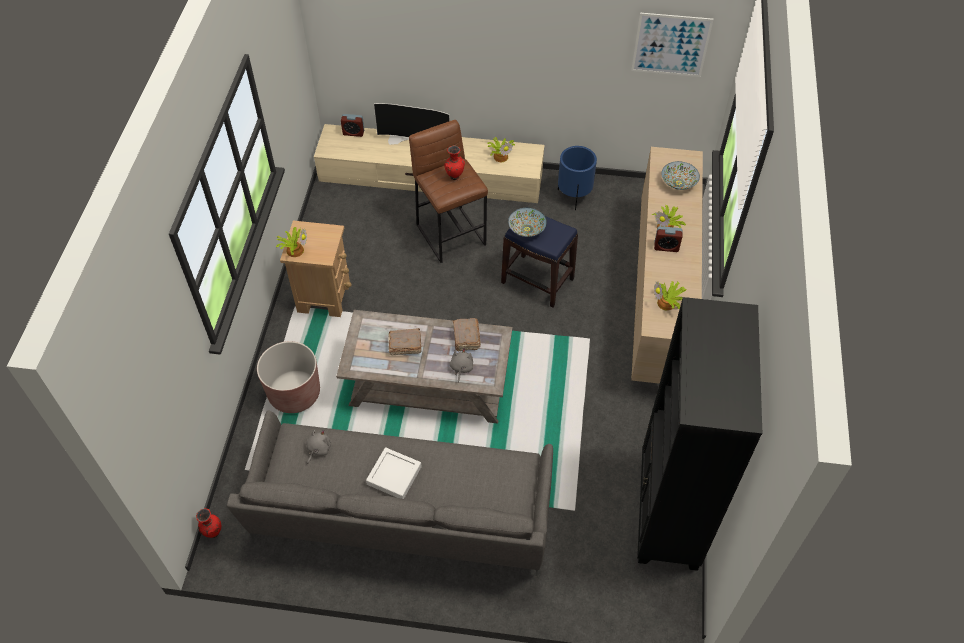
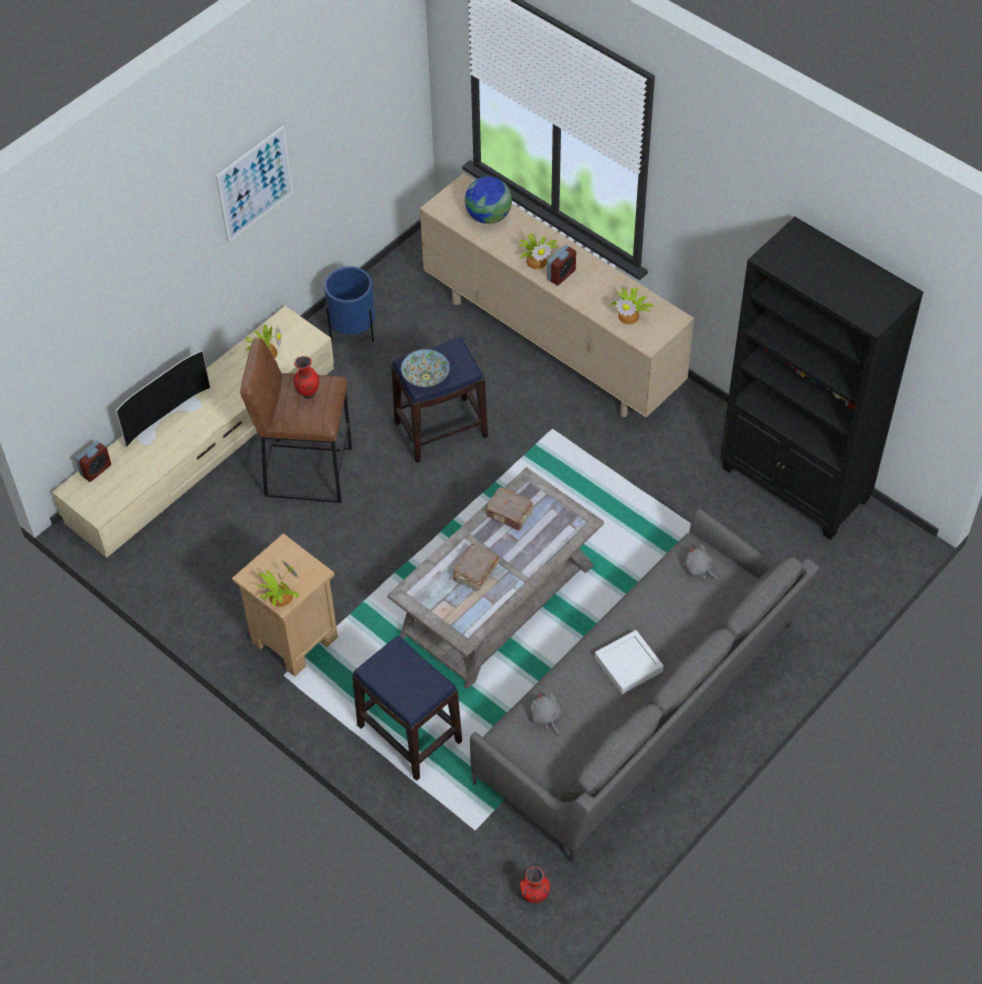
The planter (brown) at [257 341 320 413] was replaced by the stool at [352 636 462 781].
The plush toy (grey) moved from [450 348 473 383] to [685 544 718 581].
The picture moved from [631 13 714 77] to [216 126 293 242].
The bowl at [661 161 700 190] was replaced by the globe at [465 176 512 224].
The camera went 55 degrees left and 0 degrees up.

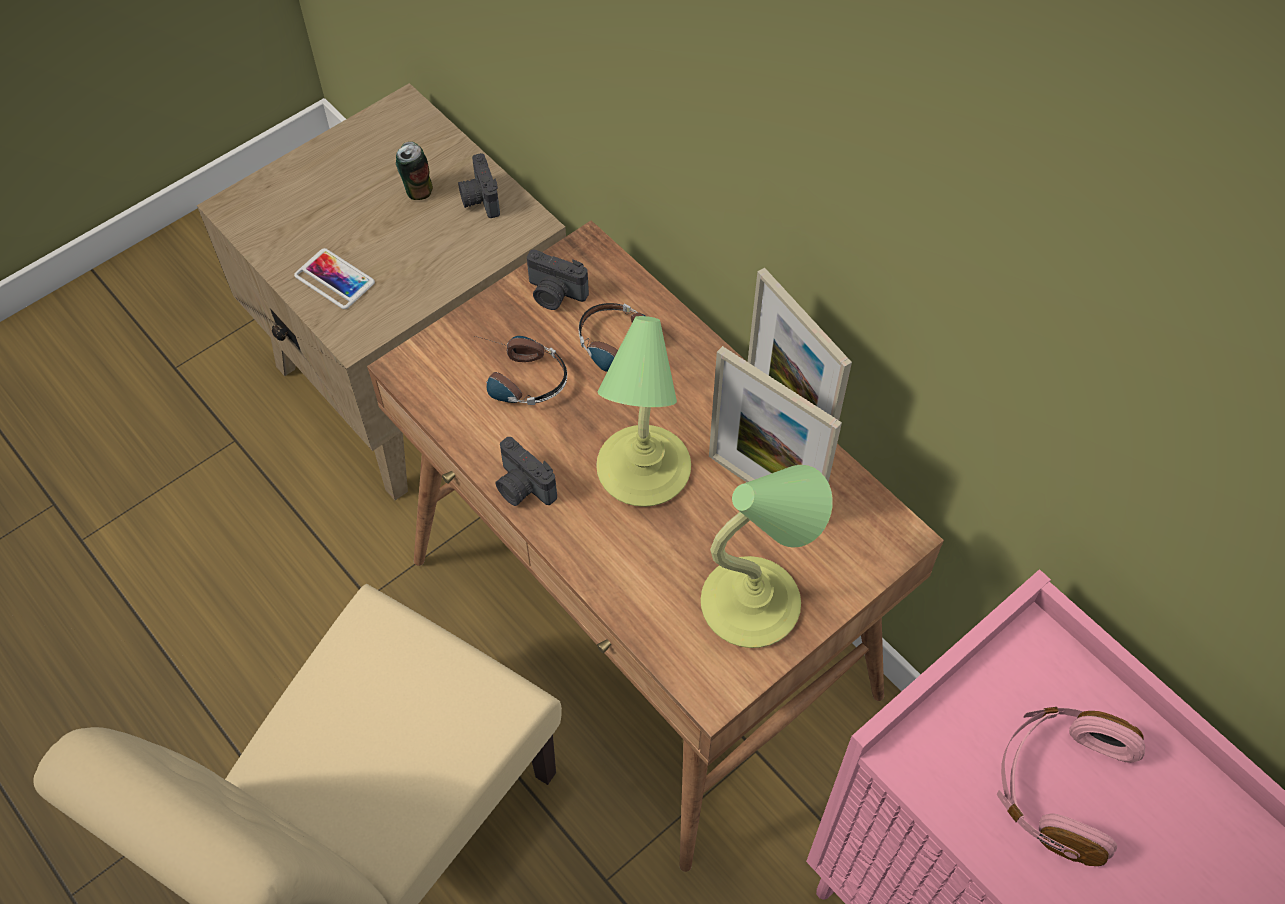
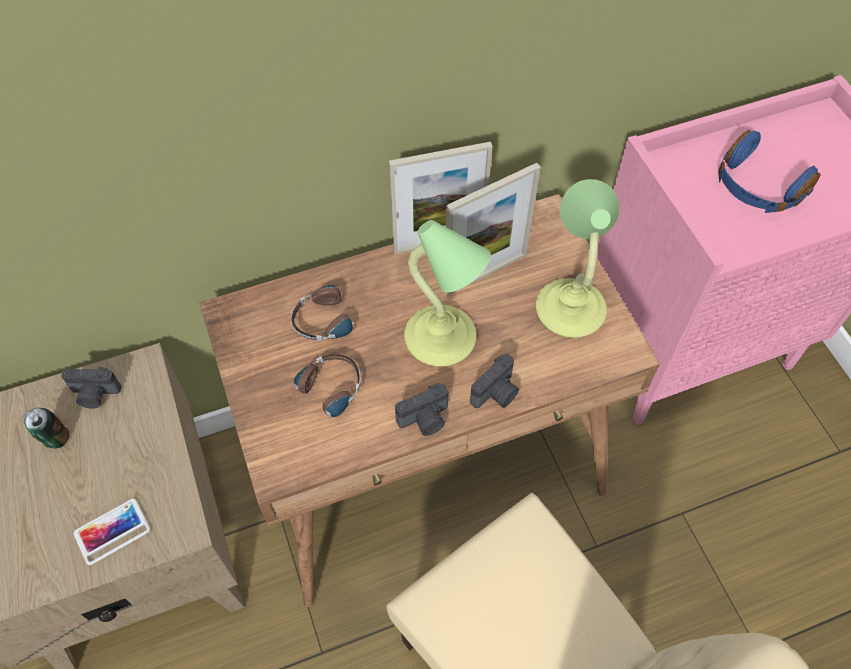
The photo camera moved from [527 249 589 310] to [470 354 519 408].
The headphones (pink) at [997 707 1145 866] became the headphones (blue) at [718 130 820 213].
The camera went 70 degrees left and 0 degrees up.

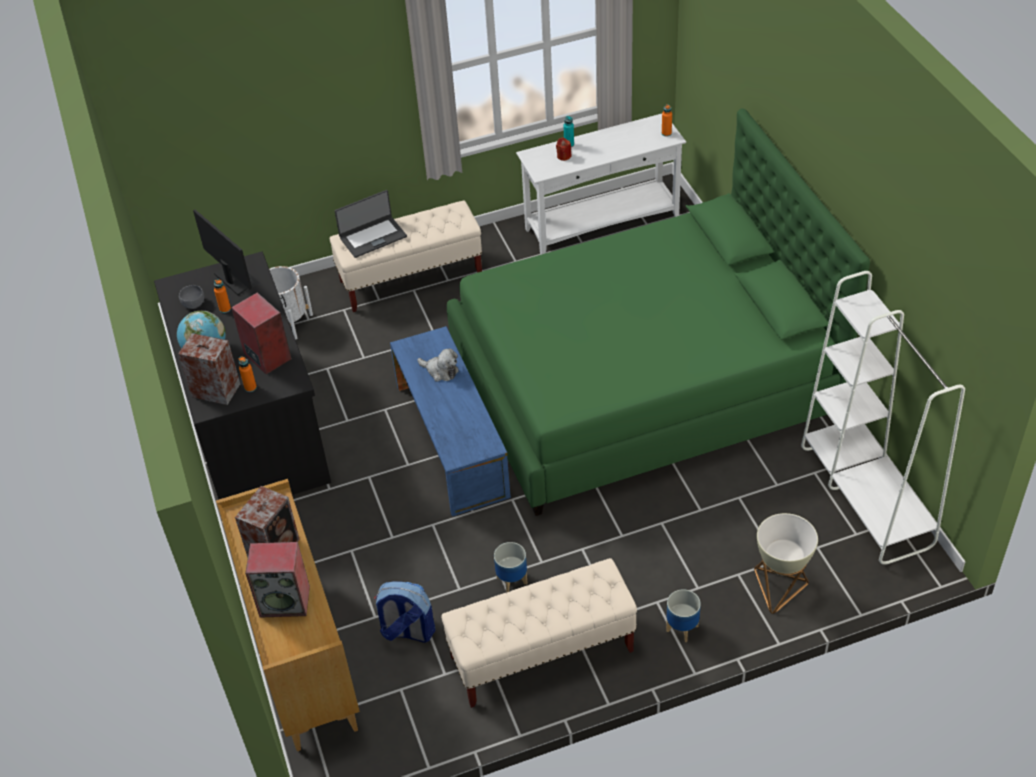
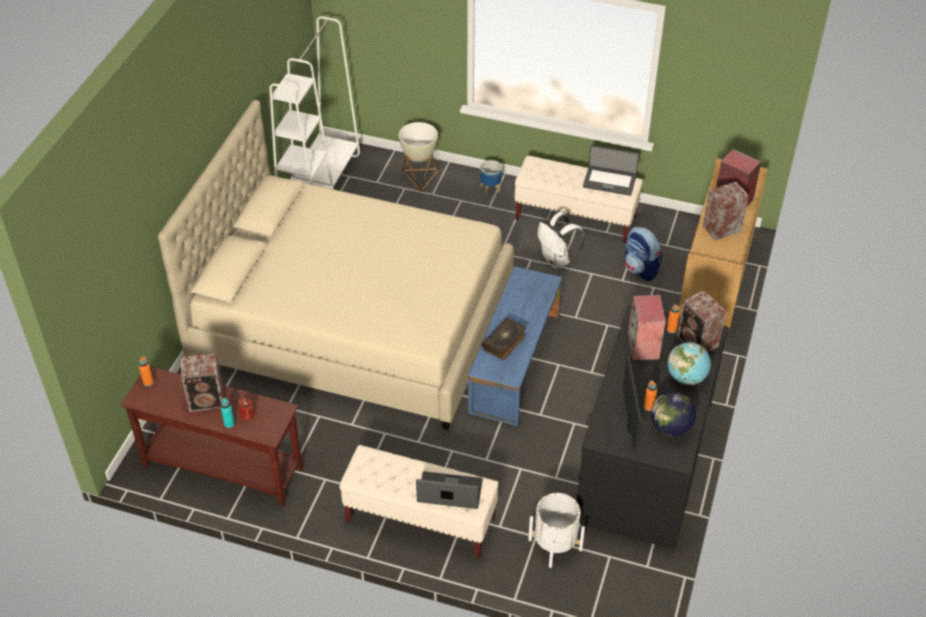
The bowl (grey) at [179 285 204 309] was replaced by the globe at [651 392 696 437].
The plush toy at [417 348 459 382] was replaced by the book at [481 318 526 360].
The bed (green) at [447 109 870 516] became the bed (beige) at [158 100 514 430].
The planter at [494 542 527 593] was replaced by the backpack (white) at [537 212 585 269].
The console table (white) at [516 114 686 255] became the console table (brown) at [121 367 303 507].
The speaker at [181 353 224 412] appeared.
The laptop at [583 145 639 196] appeared.
The camera went 145 degrees left and 0 degrees up.

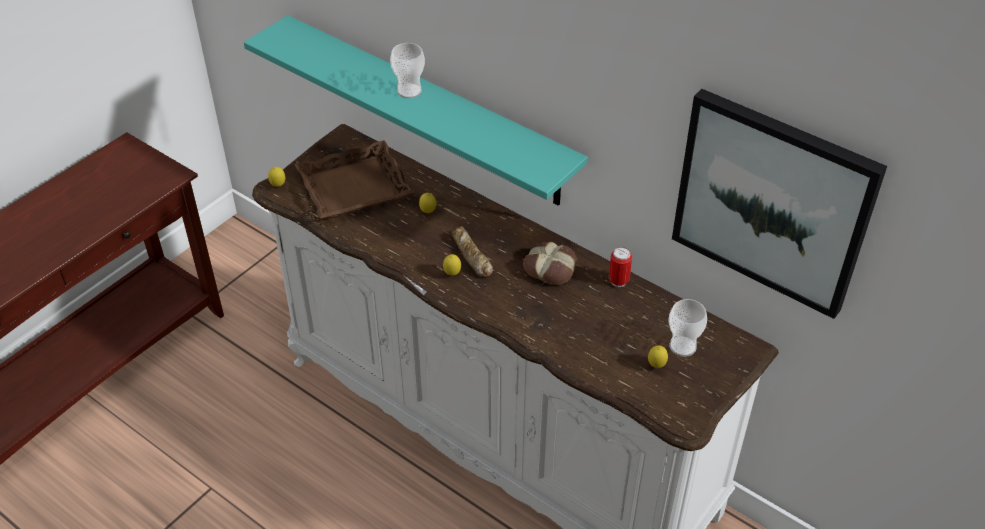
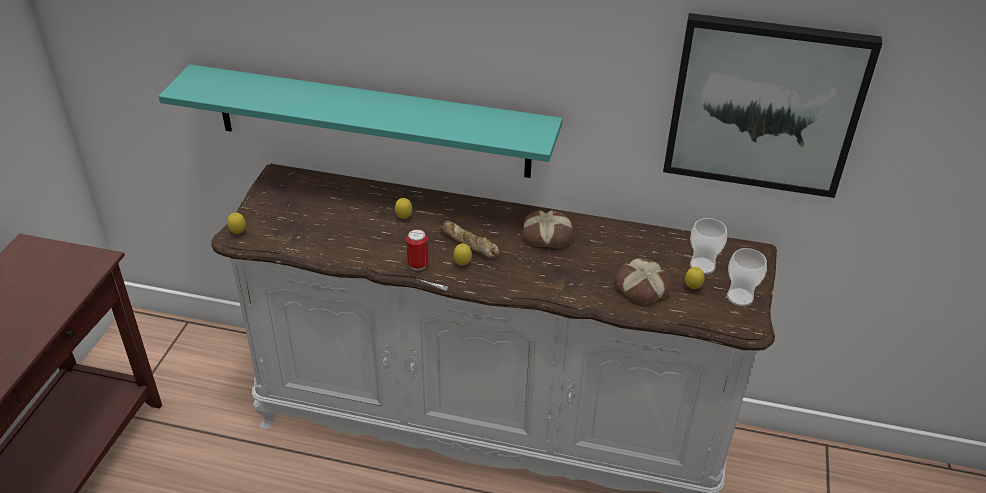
The tray (brown) at [295 140 415 219] disappeared.
The cup moved from [390 43 425 98] to [727 248 767 306].
The can moved from [609 247 632 287] to [406 229 428 271].
The bread at [615 258 672 304] appeared.
The camera went 25 degrees left and 5 degrees down.

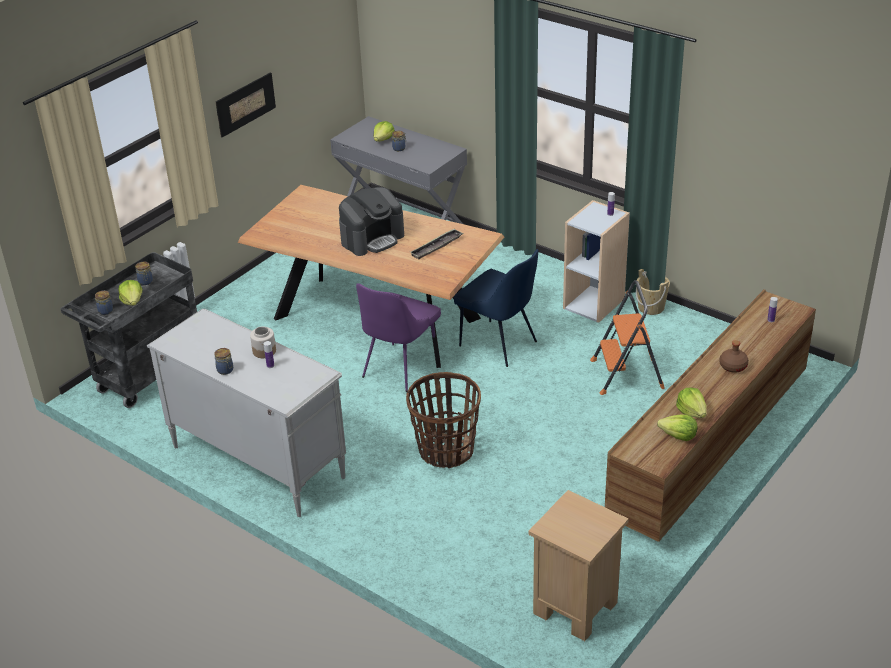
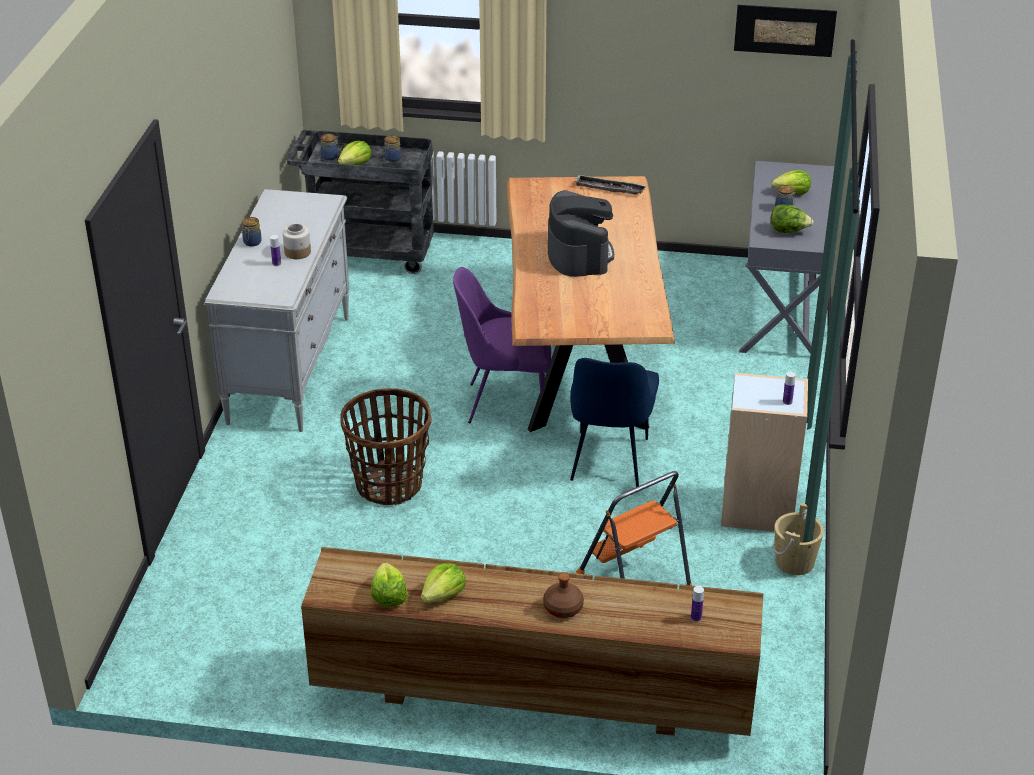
The picture moved from [216 73 276 137] to [734 5 837 57].
The coffee machine at [339 187 404 256] turned 120 degrees counterclockwise.
The tray moved from [410 229 463 259] to [574 175 646 195].
The nightstand (beige) at [528 490 629 641] disappeared.
The lettuce at [771 204 814 233] appeared.
The camera went 60 degrees right and 0 degrees up.

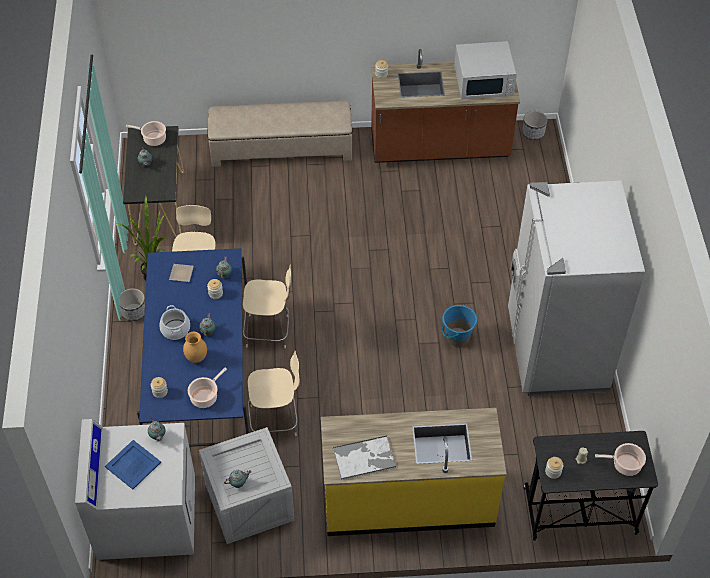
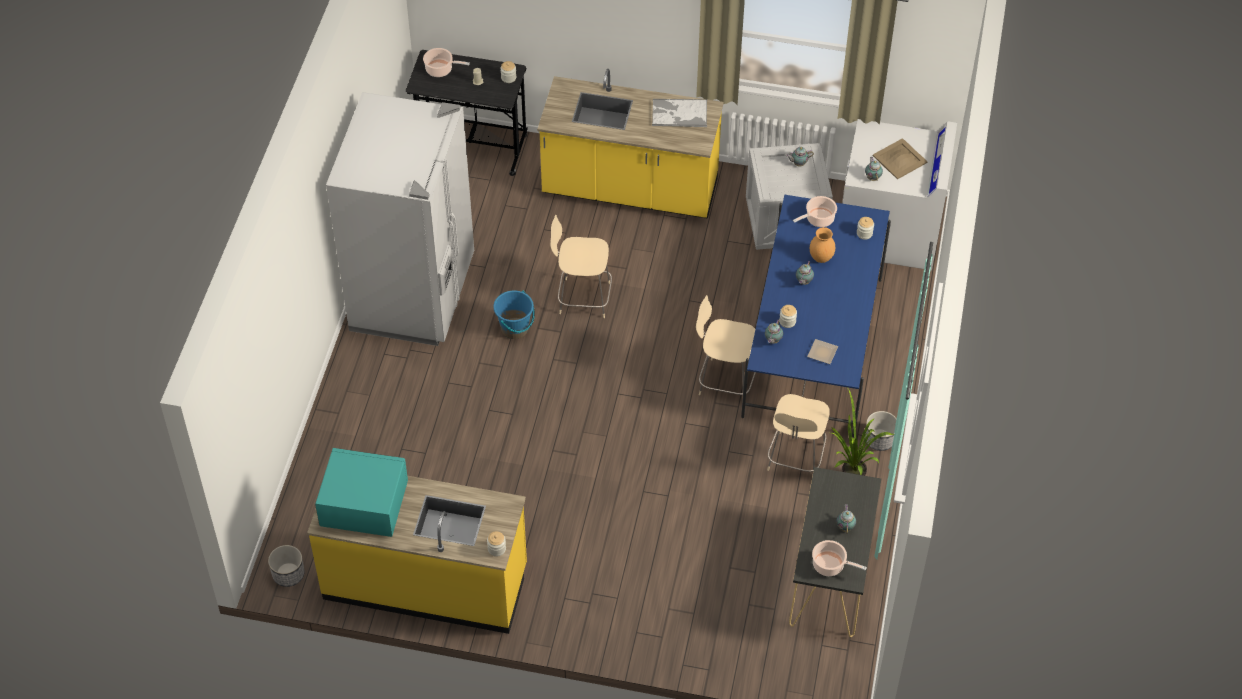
The tray (blue) at [105 440 161 489] became the tray (beige) at [873 138 928 179].
The cooking pot at [159 305 190 340] disappeared.
The bench (beige) at [208 101 352 167] disappeared.
The chair (beige) moved from [248 351 300 436] to [550 215 612 318].
The counter (brown) at [371 49 520 163] became the counter (yellow) at [307 476 527 634].
The microwave (white) at [454 41 517 99] became the microwave (turquoise) at [315 448 408 537].
The camera went 165 degrees left and 0 degrees up.

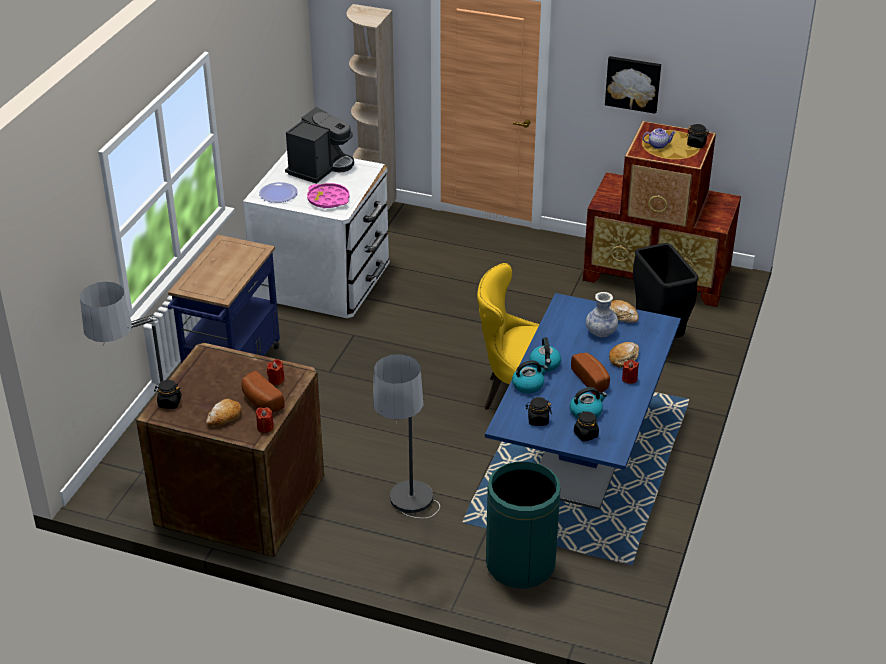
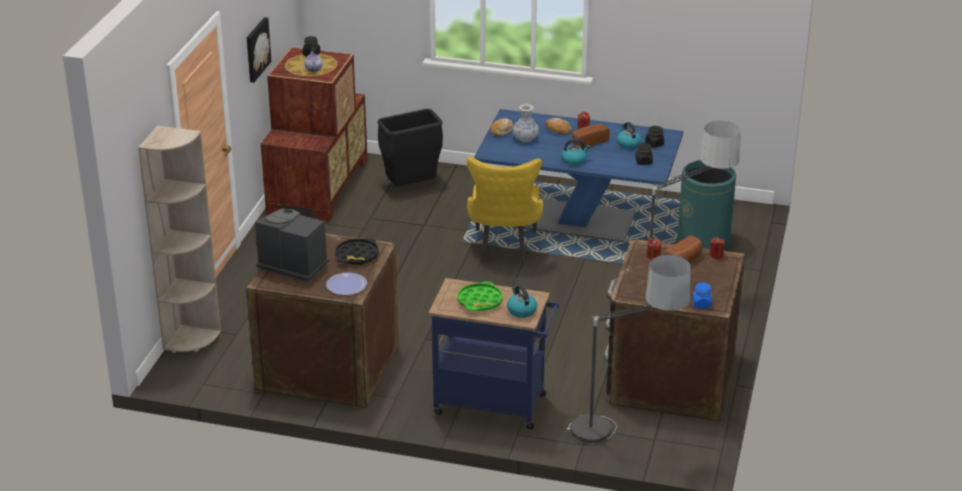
The jar (black) at [154 380 182 409] became the jar (blue) at [692 282 712 308].
The bread at [206 399 241 426] disappeared.
The dresser (white) at [243 151 390 318] became the dresser (brown) at [246 233 399 408].
The tray (pink) at [307 183 350 208] became the tray (black) at [335 238 379 265].
The kettle moved from [512 360 548 394] to [507 285 537 318].
The tray (green) at [458 281 503 311] appeared.
The camera went 95 degrees left and 5 degrees down.

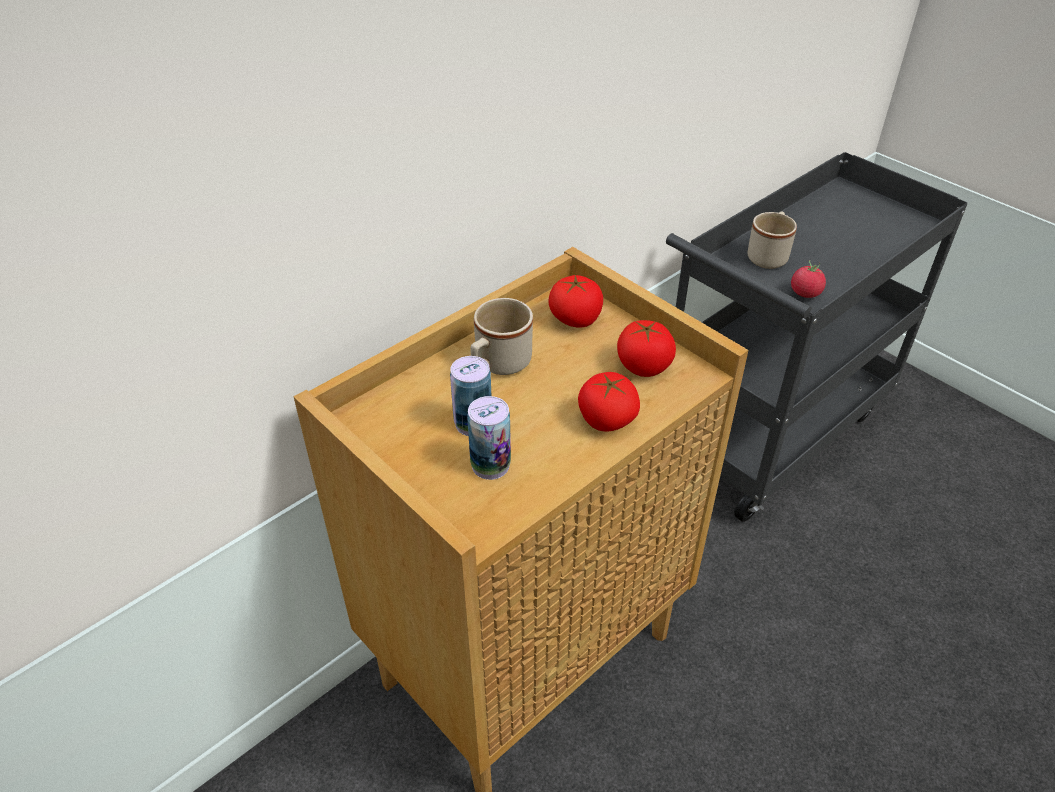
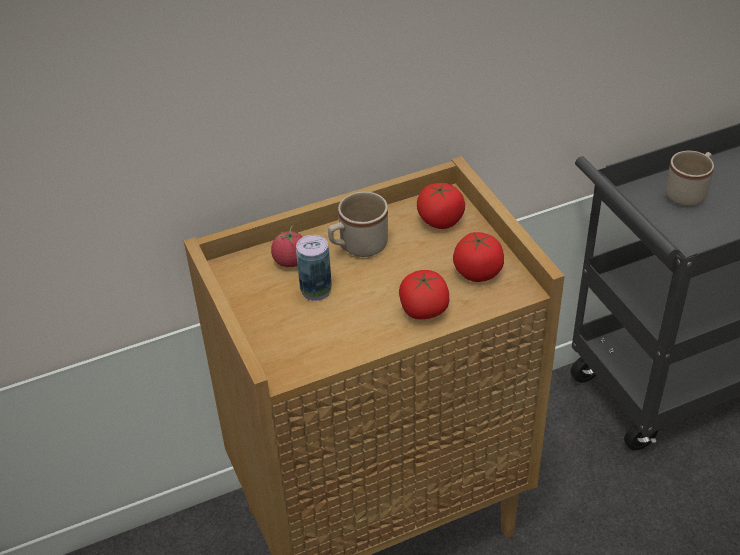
The can at [467 396 511 480] disappeared.
The tomato moved from [791 260 826 298] to [271 226 303 267].
The camera went 20 degrees right and 0 degrees up.

